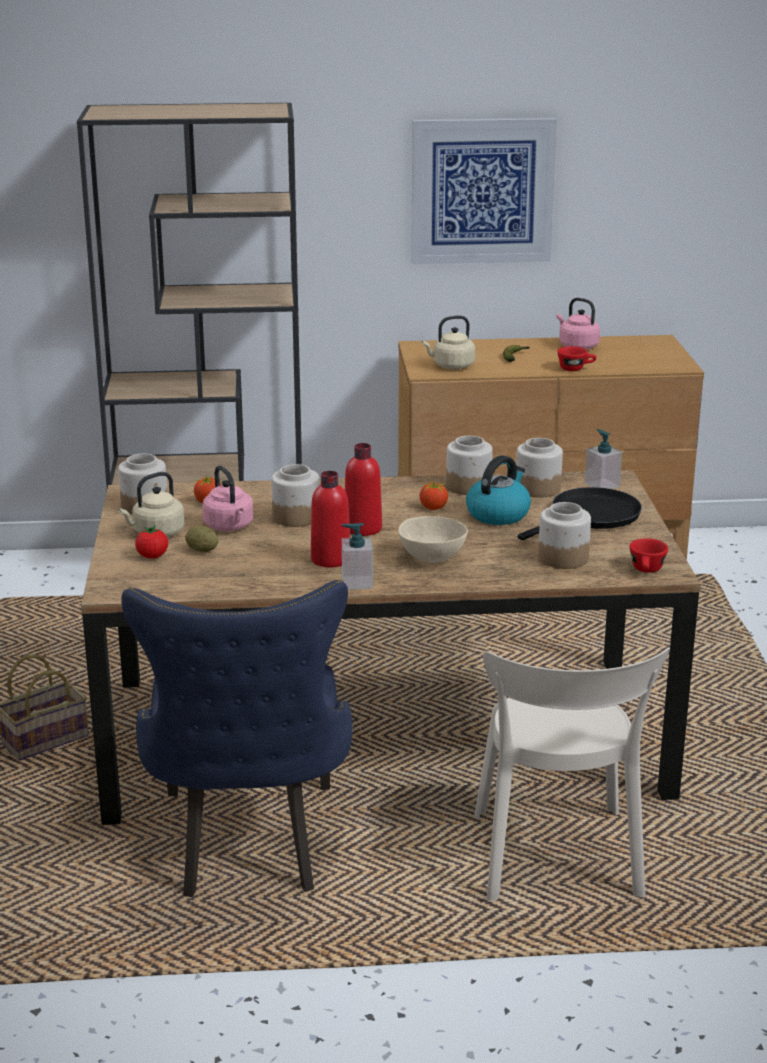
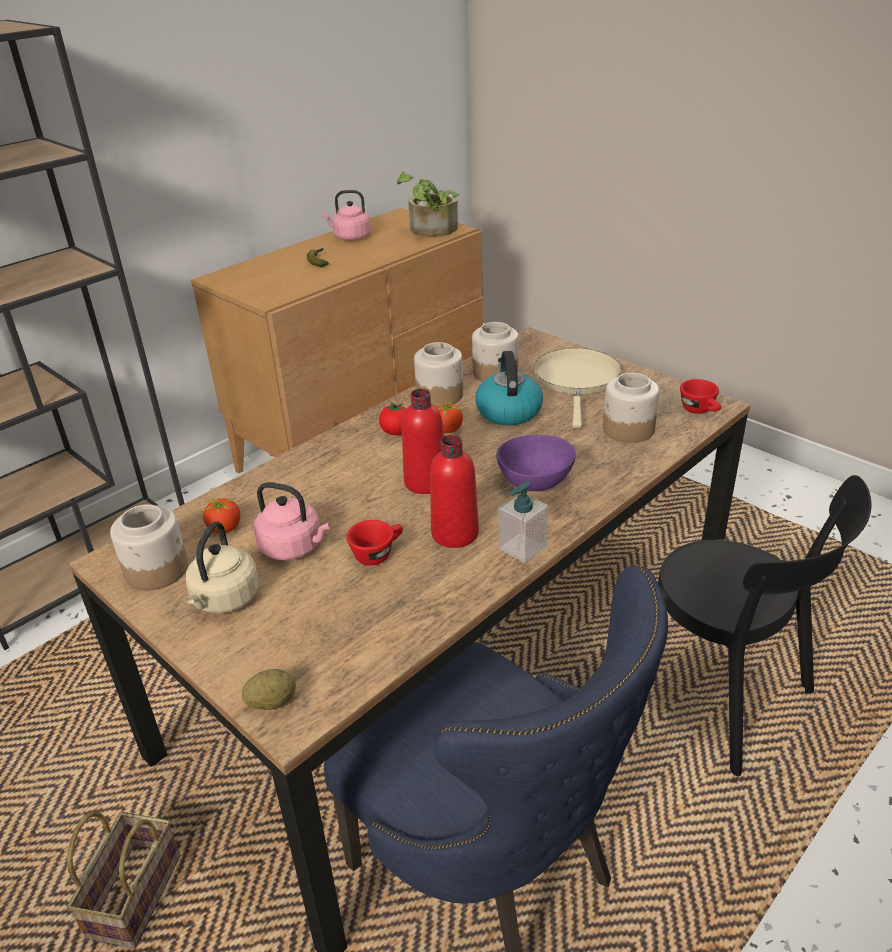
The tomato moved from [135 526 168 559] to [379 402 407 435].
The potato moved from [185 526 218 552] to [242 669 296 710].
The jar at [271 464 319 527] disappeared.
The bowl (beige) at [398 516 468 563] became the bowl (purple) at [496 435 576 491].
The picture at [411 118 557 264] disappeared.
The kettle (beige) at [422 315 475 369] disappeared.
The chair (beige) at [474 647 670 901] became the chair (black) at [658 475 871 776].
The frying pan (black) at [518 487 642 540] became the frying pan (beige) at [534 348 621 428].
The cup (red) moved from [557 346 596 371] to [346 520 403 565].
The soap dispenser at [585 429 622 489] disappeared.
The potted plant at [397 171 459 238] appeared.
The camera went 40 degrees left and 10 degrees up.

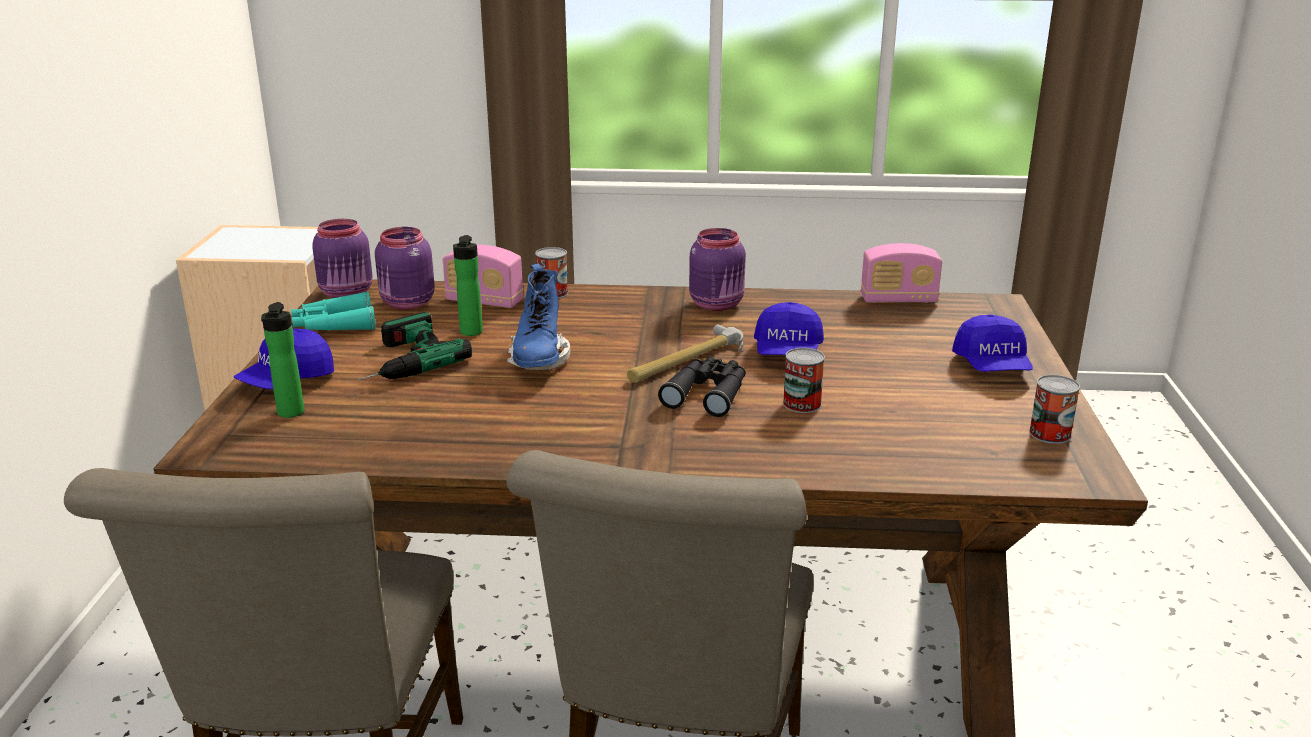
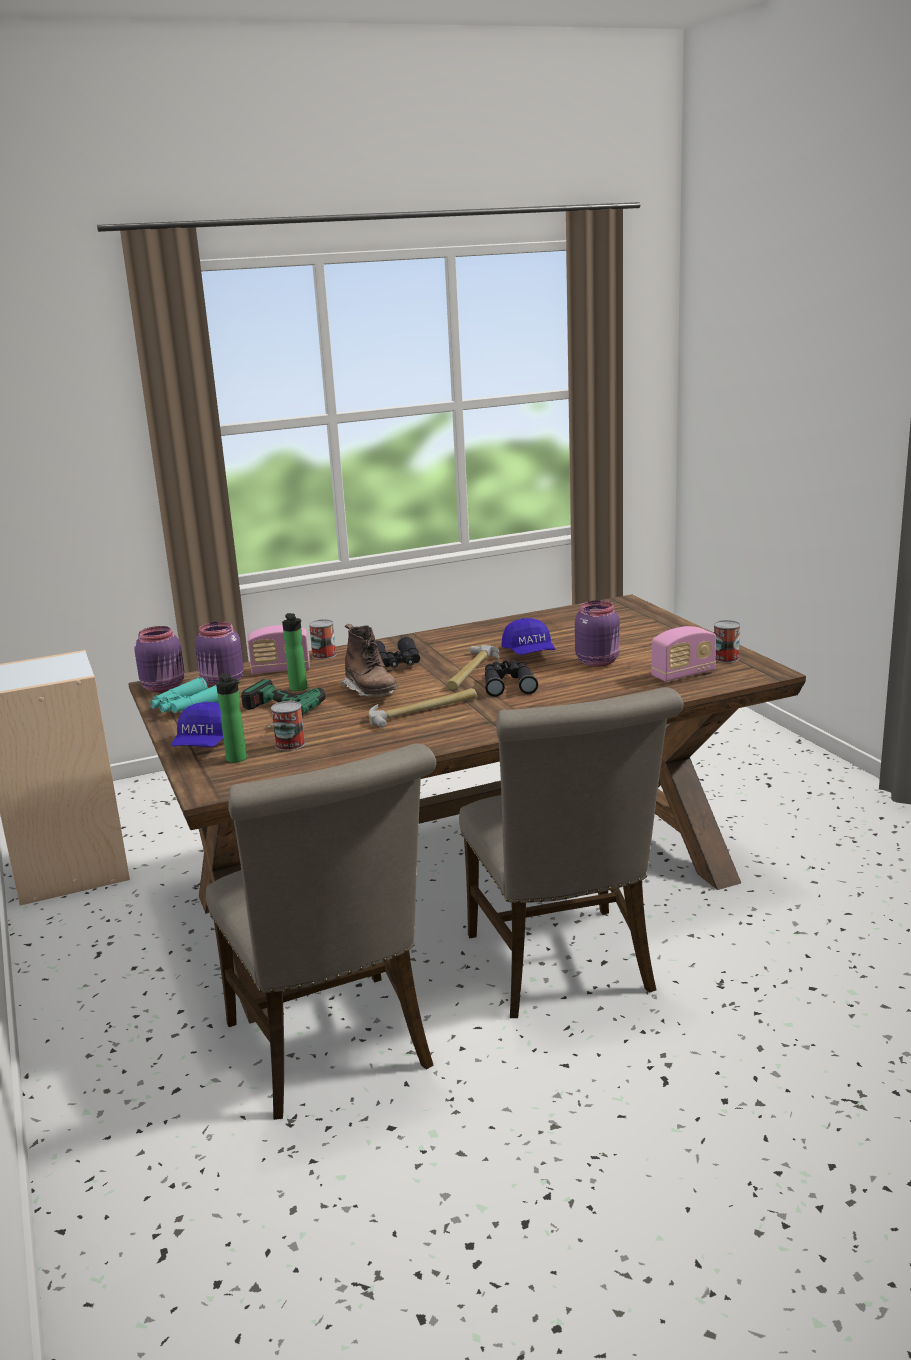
The boot (blue) at [507 264 570 370] became the boot (brown) at [341 624 399 698].
The jar (purple) moved from [689 228 746 311] to [575 601 620 667].
The can moved from [783 348 825 413] to [271 701 305 751].
The radio moved from [861 243 942 303] to [651 626 716 682].
The cap (blue) at [952 314 1033 372] disappeared.
The hammer at [369 688 477 728] appeared.
The binoculars (black) at [376 636 420 668] appeared.
The camera went 25 degrees left and 5 degrees down.

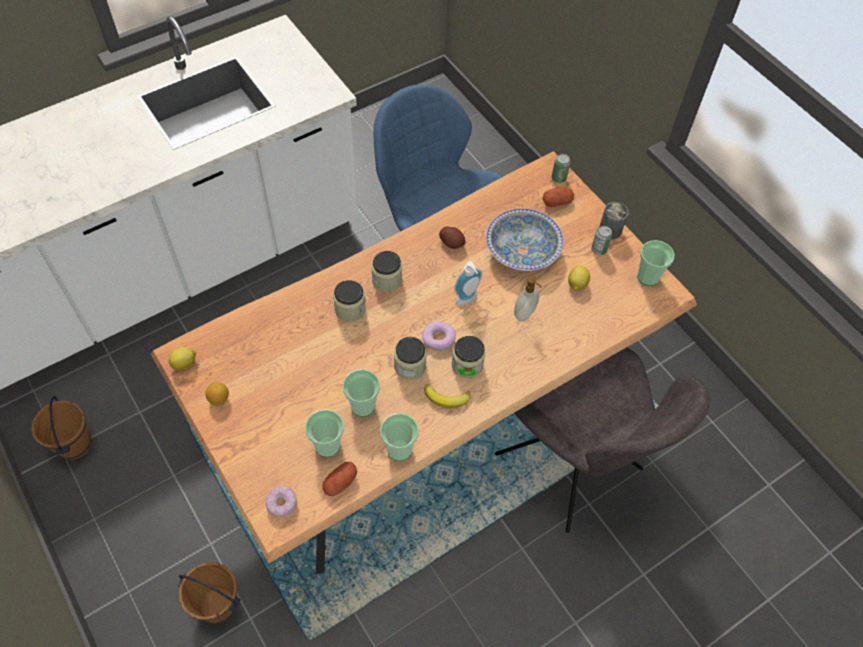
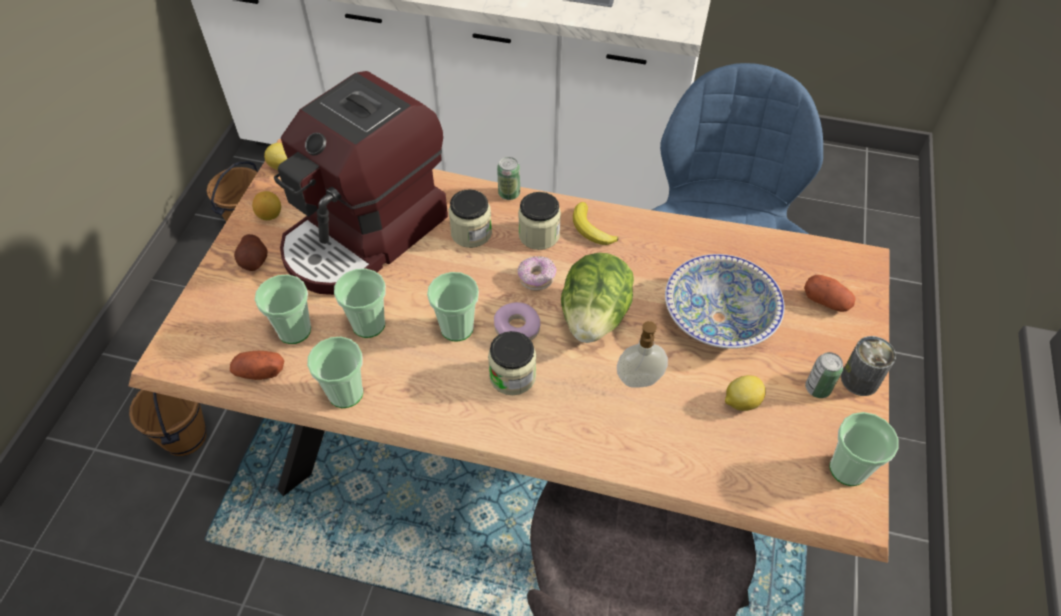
The donut moved from [265 486 297 518] to [518 256 556 291].
The jar at [394 337 427 380] was replaced by the cup at [427 272 479 341].
The banana moved from [424 384 471 408] to [573 202 619 245].
The potato moved from [439 226 465 249] to [234 234 267 271].
The soap dispenser at [454 261 482 305] was replaced by the lettuce at [561 253 634 343].
The can moved from [552 154 571 183] to [497 157 520 200].
The coffee machine at [274 71 448 295] appeared.
The camera went 50 degrees right and 5 degrees down.

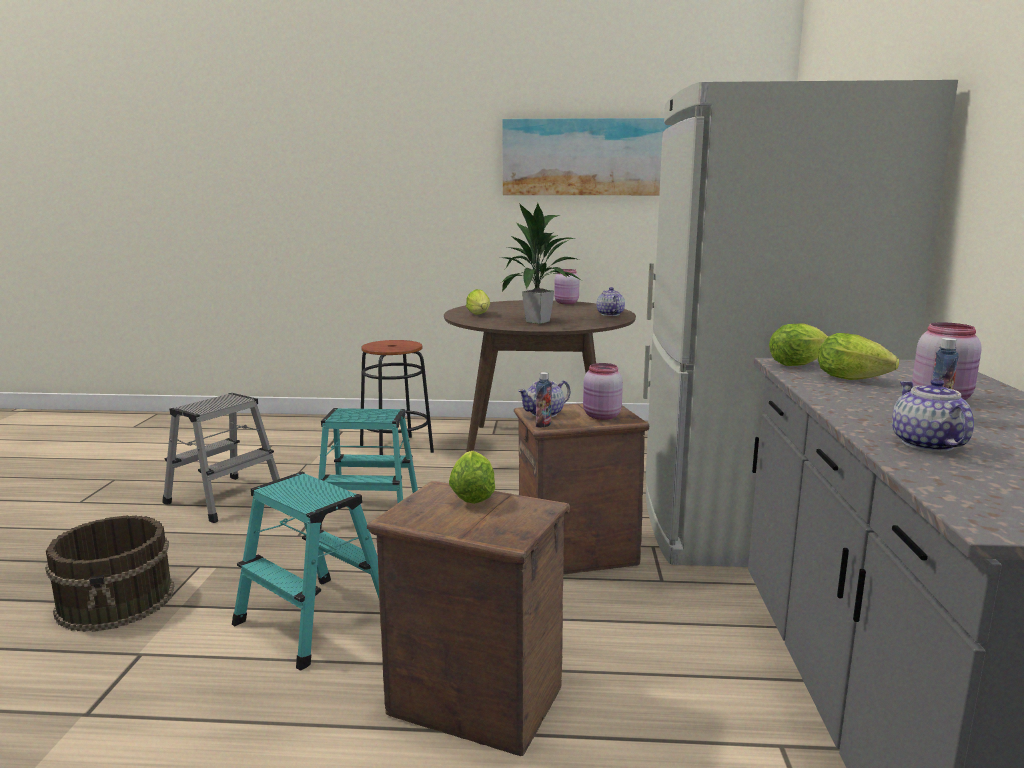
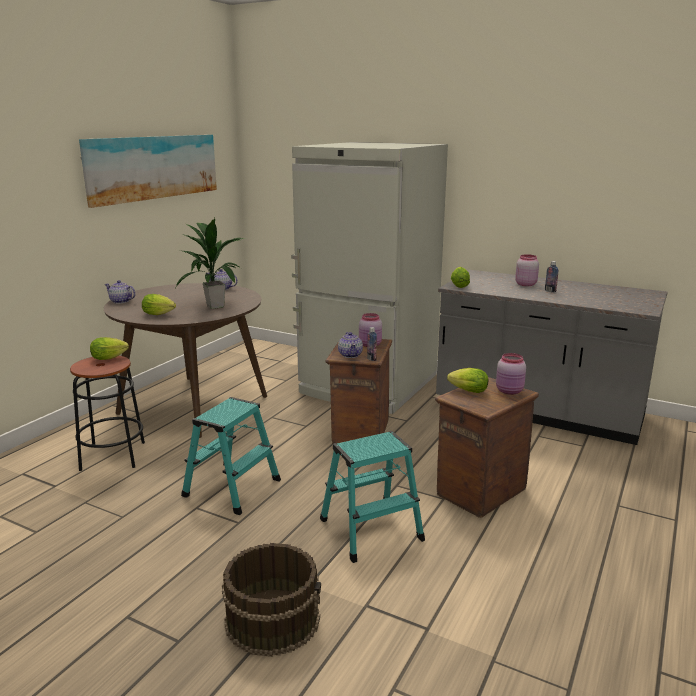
The step ladder (grey) at [162 393 280 523] disappeared.
The jar (pink) moved from [554 269 580 304] to [496 353 526 395].
The lettuce moved from [818 333 899 380] to [90 337 129 360].
The teapot moved from [892 379 974 452] to [104 280 136 304].
The camera went 65 degrees left and 5 degrees up.

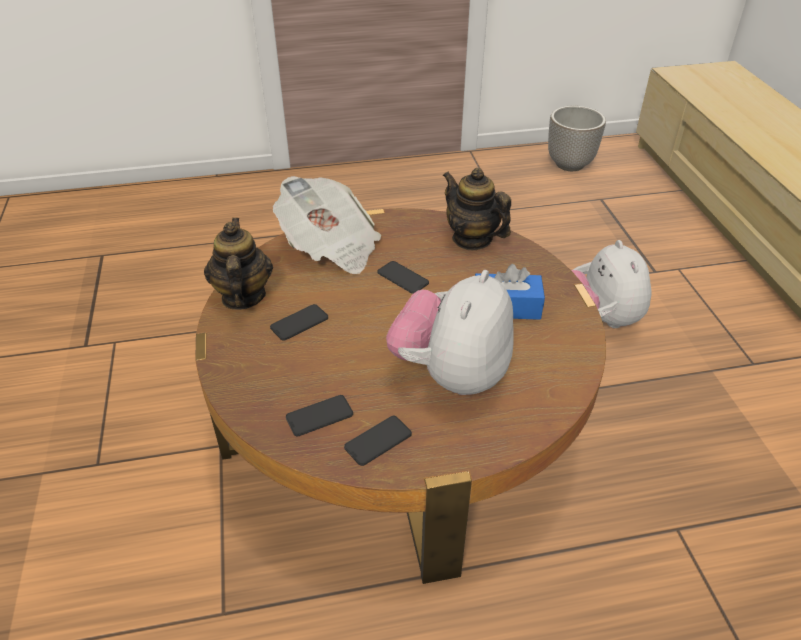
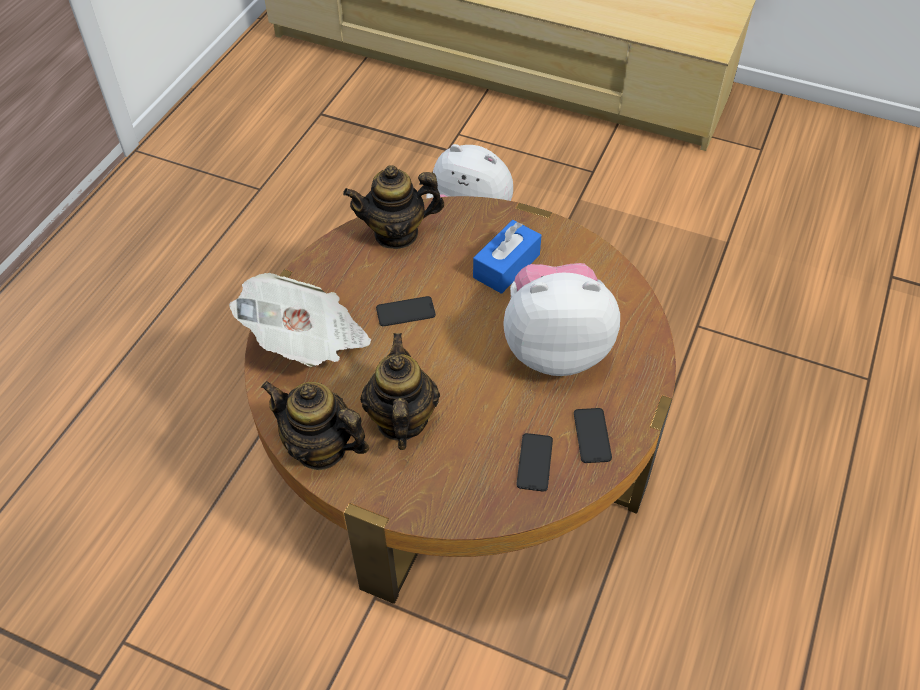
The phone at [270 304 328 341] was replaced by the teapot at [360 333 440 450].
The plush toy at [386 270 514 395] turned 120 degrees clockwise.
The planter at [548 106 606 171] disappeared.
The camera went 55 degrees left and 10 degrees up.

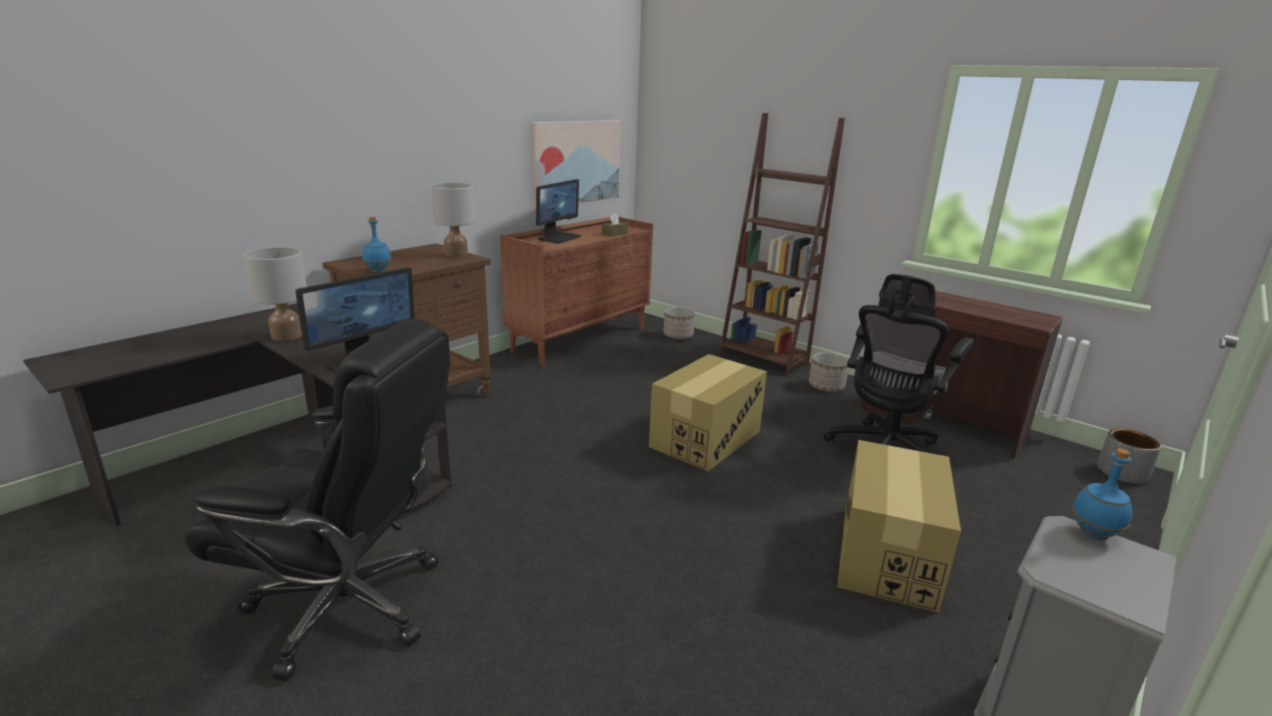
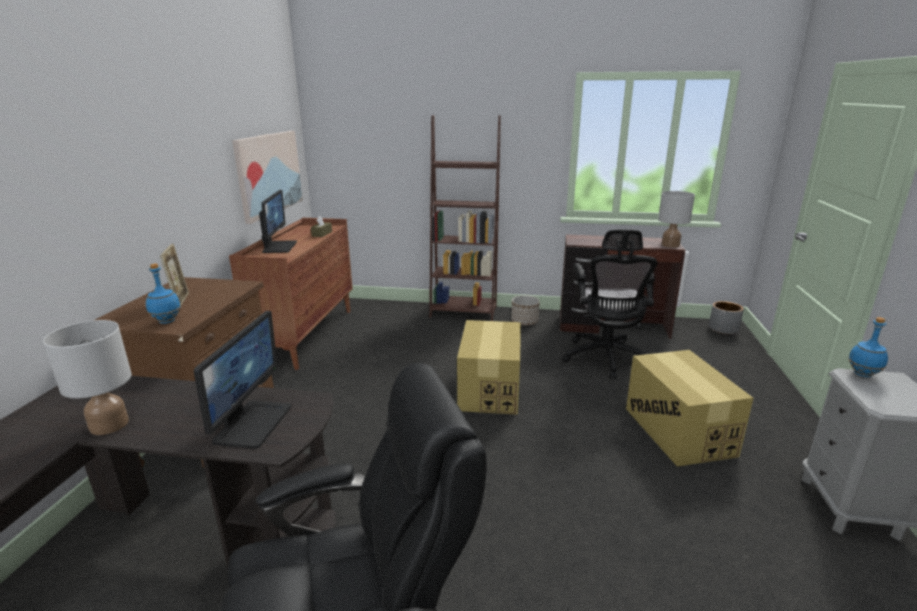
The table lamp (grey) moved from [431 183 475 258] to [658 191 695 248].
The planter at [663 307 695 339] disappeared.
The picture frame at [160 244 189 305] appeared.
The camera went 30 degrees left and 0 degrees up.

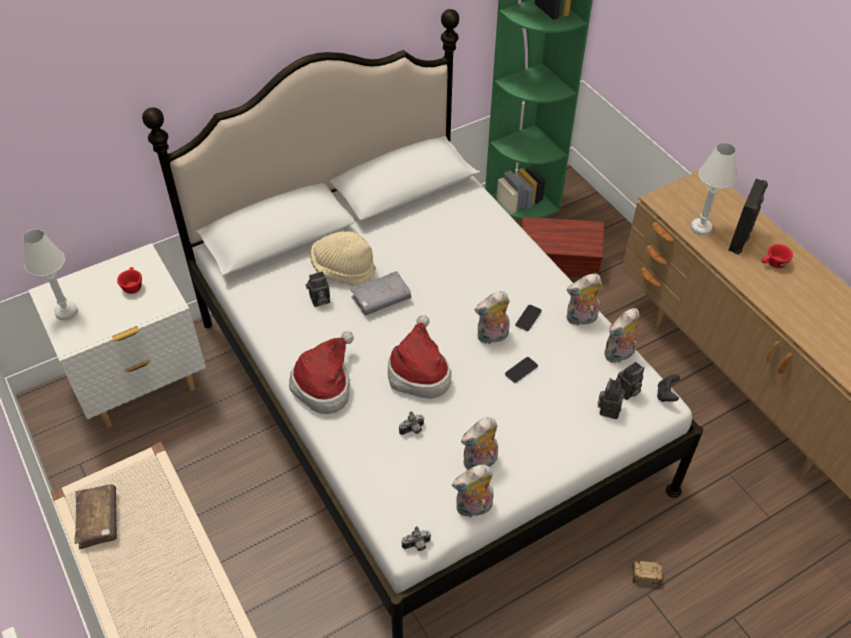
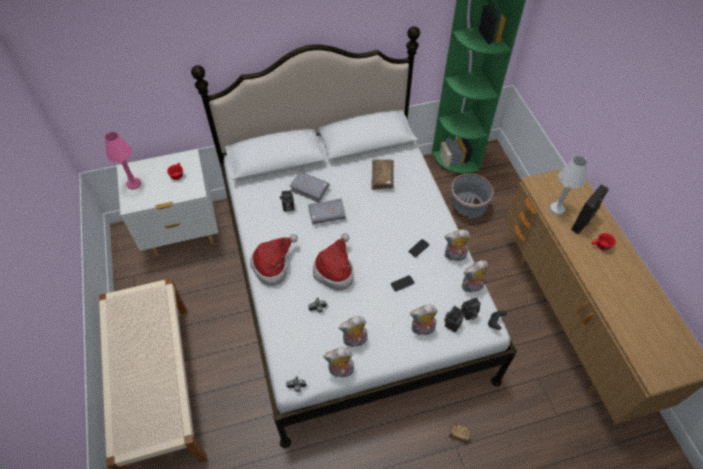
The table lamp (white) at [23 229 78 321] became the table lamp (pink) at [105 132 141 189].
The book (brown) moved from [74 484 117 549] to [371 159 394 190].
The hat (beige) at [310 231 376 285] was replaced by the book (grey) at [290 171 329 203].
The plush toy moved from [475 291 510 344] to [410 305 438 335].
The storage box (brown) at [521 217 604 277] was replaced by the planter (grey) at [450 173 494 219].
The camera went 15 degrees right and 5 degrees up.

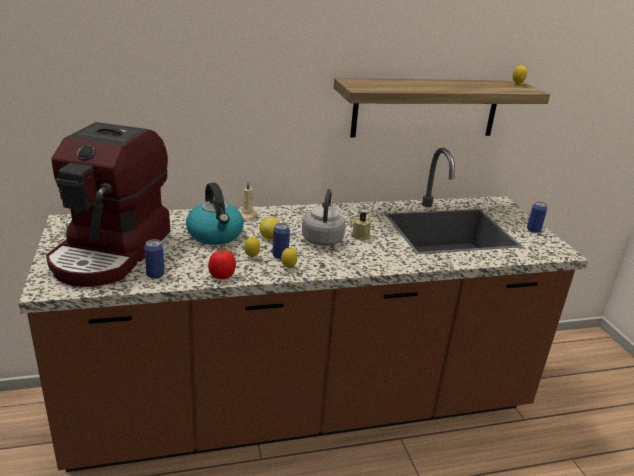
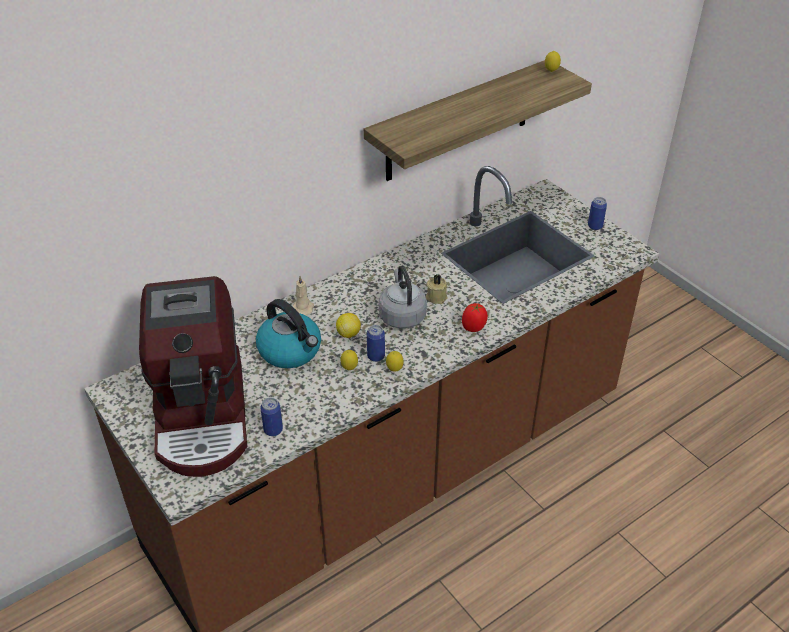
The tomato moved from [208 249 236 279] to [462 303 488 332].
The camera went 20 degrees left and 15 degrees up.

